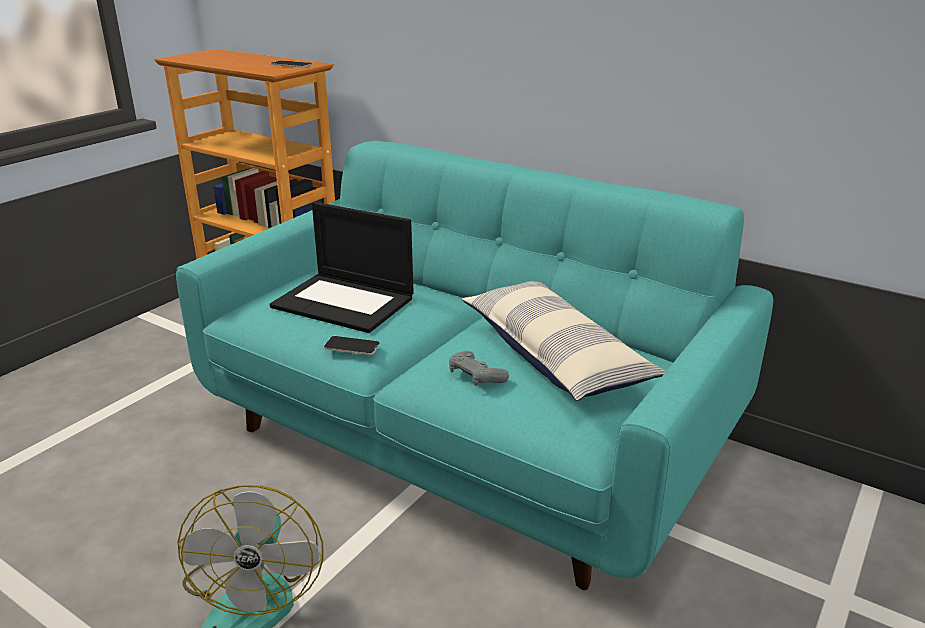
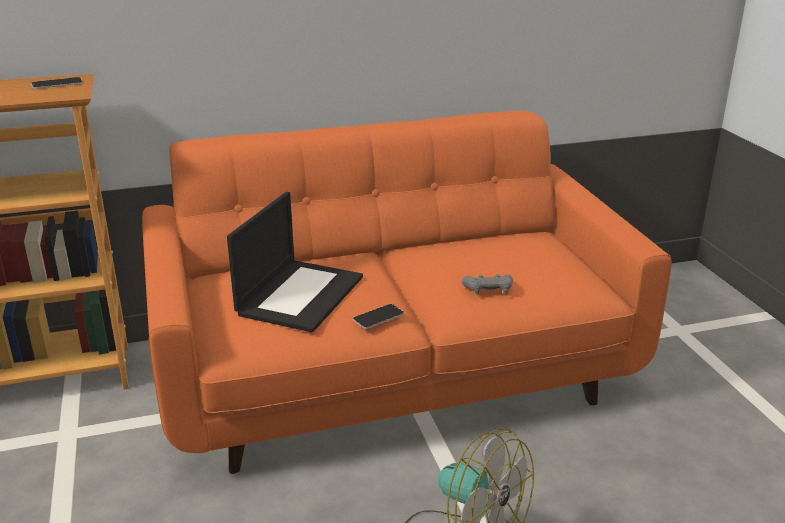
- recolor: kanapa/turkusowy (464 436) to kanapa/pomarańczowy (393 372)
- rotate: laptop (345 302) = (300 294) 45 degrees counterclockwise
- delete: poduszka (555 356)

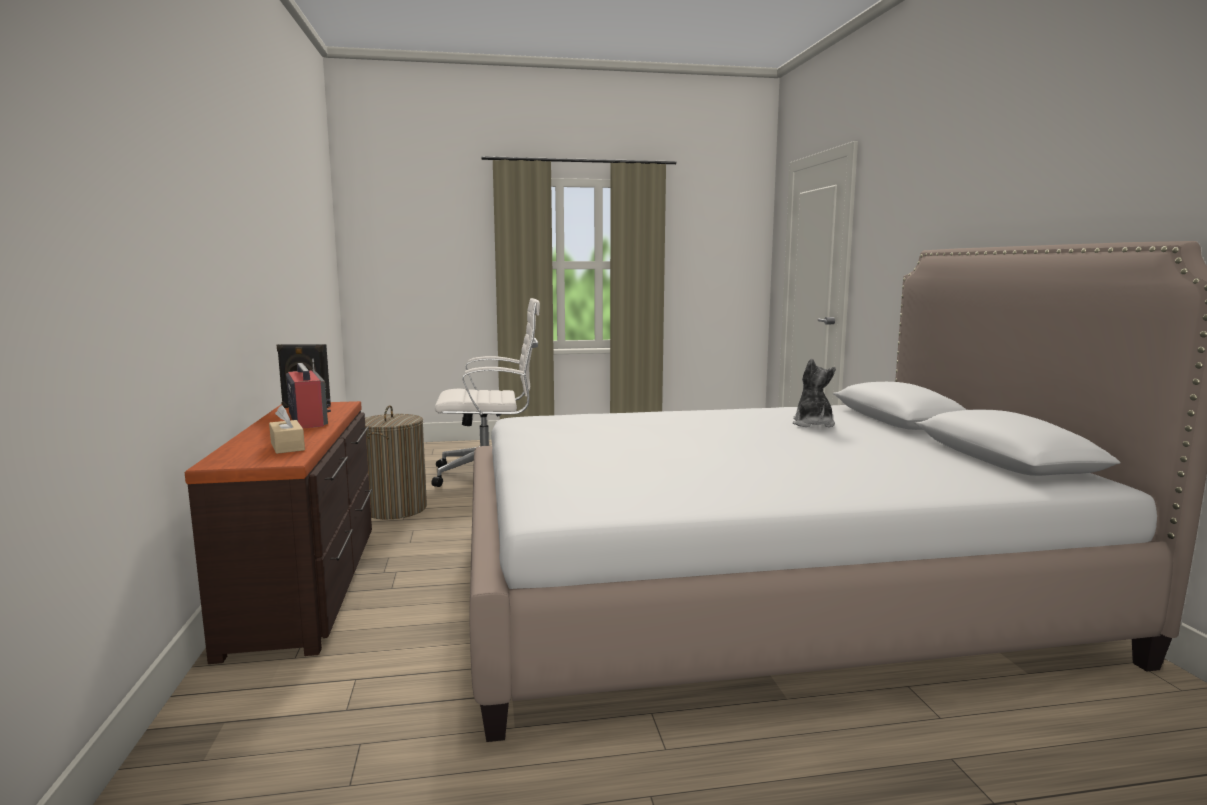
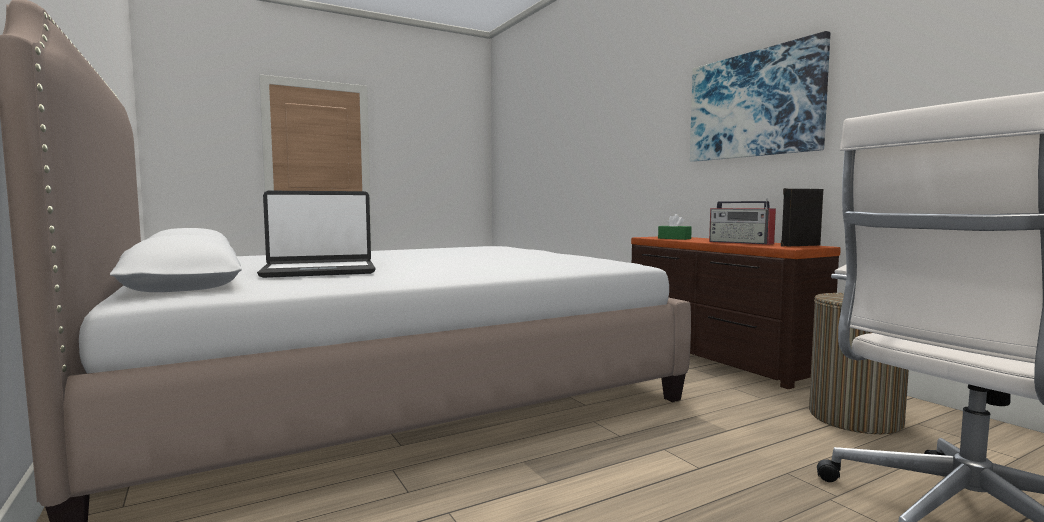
- replace: pluszak (812 424) to laptop (319 271)
- recolor: pudełko chusteczek/beżowy (287 446) to pudełko chusteczek/zielony (674 238)
- insert: obraz (753 105)

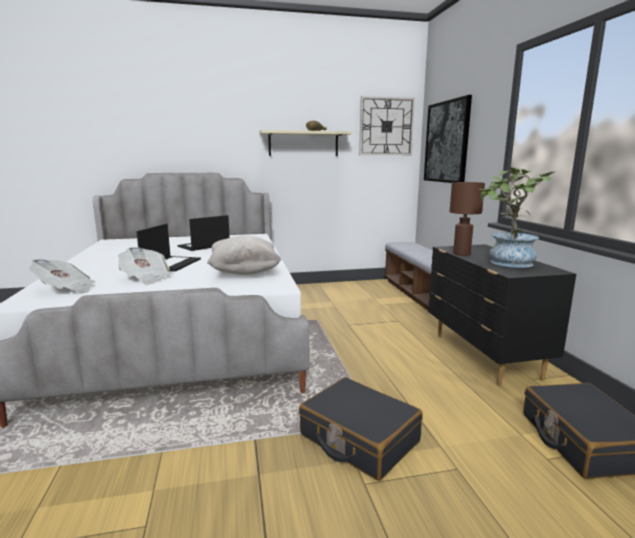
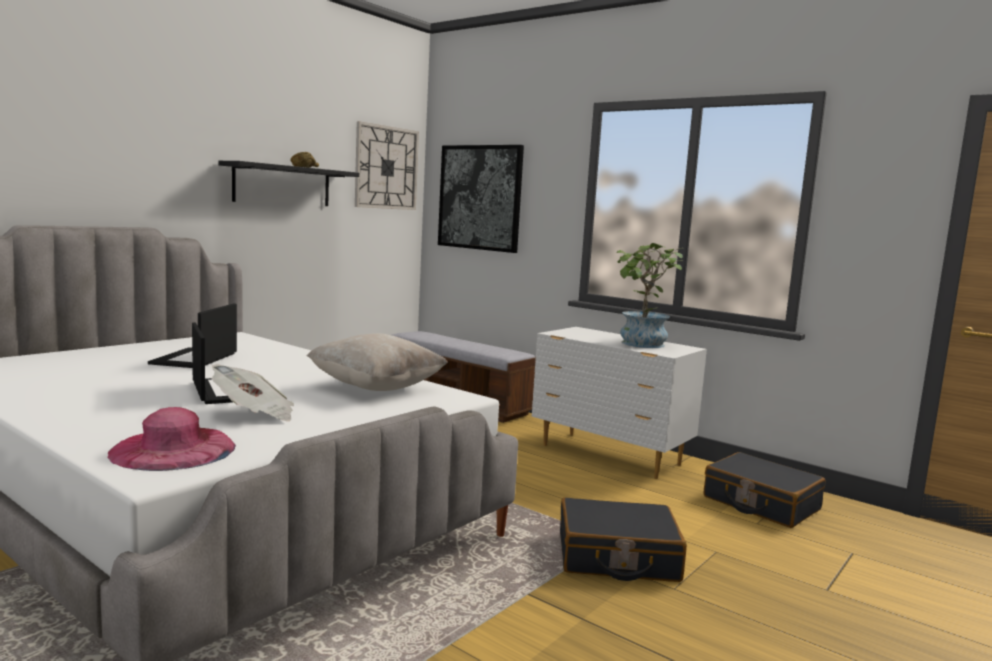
- replace: gazeta (66 290) to kapelusz/różowy (173 449)
- recolor: półka/beżowy (303 144) to półka/czarny (282 185)
- recolor: komoda/czarny (484 356) to komoda/biały (610 455)
- delete: lampa stołowa/brązowy (461 254)

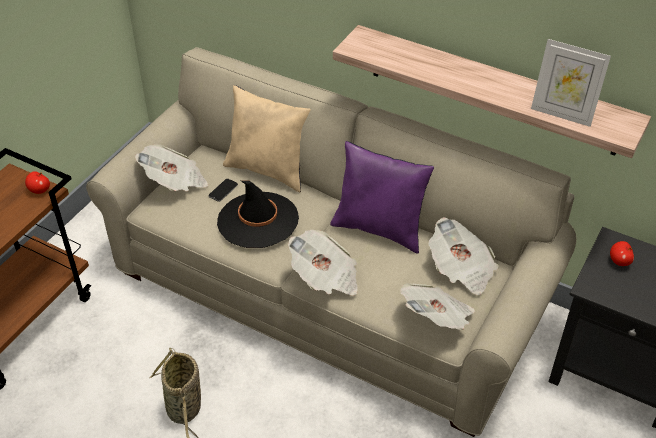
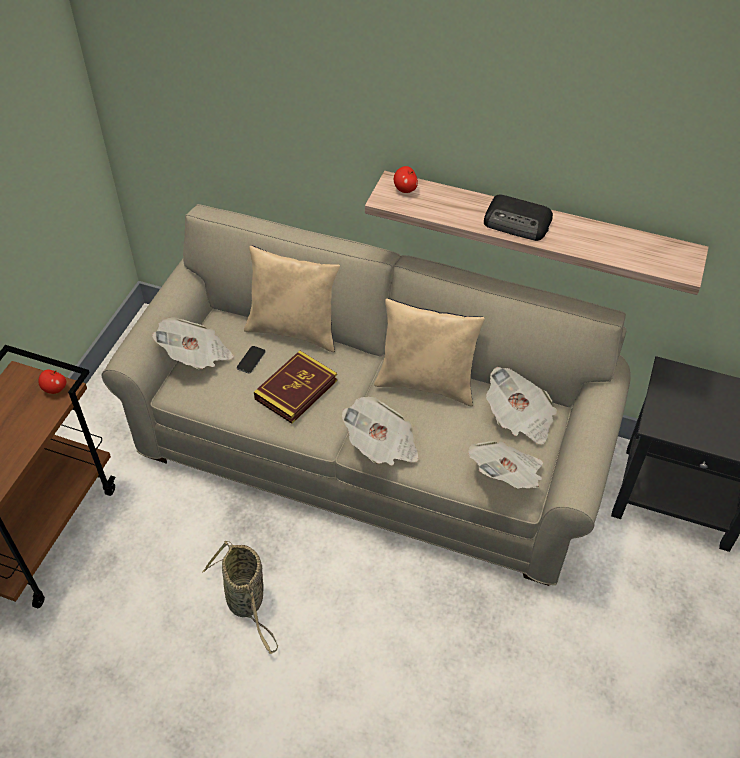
- replace: kapelusz/czarny (258 220) to książka (296 390)
- recolor: poduszka/fioletowy (380 229) to poduszka/beżowy (426 383)
- move: jabłko (619 261) to (405 189)
- insert: radio (518 223)
- delete: ramka na zdjęcie (562 114)

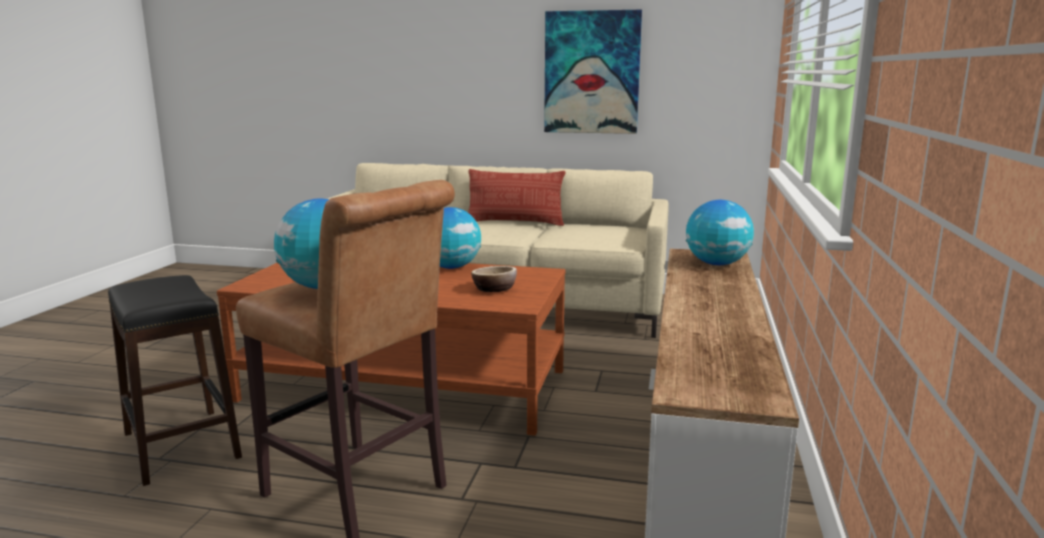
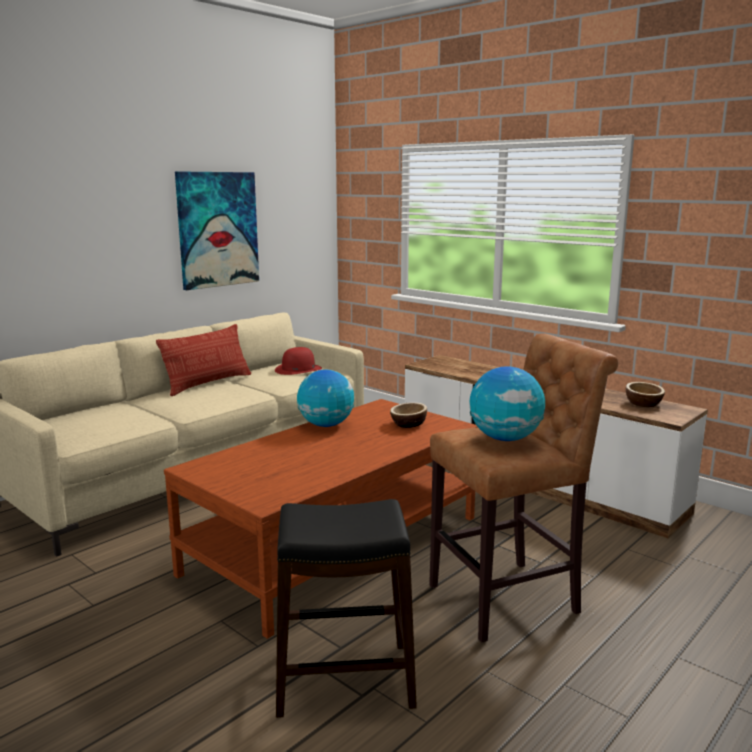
- insert: kapelusz/czerwony (298 369)
- insert: miska (643 404)
- delete: globus (716 264)

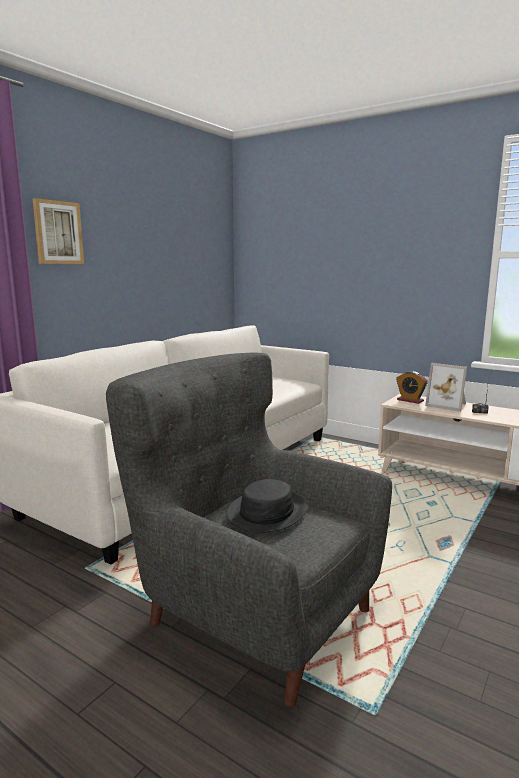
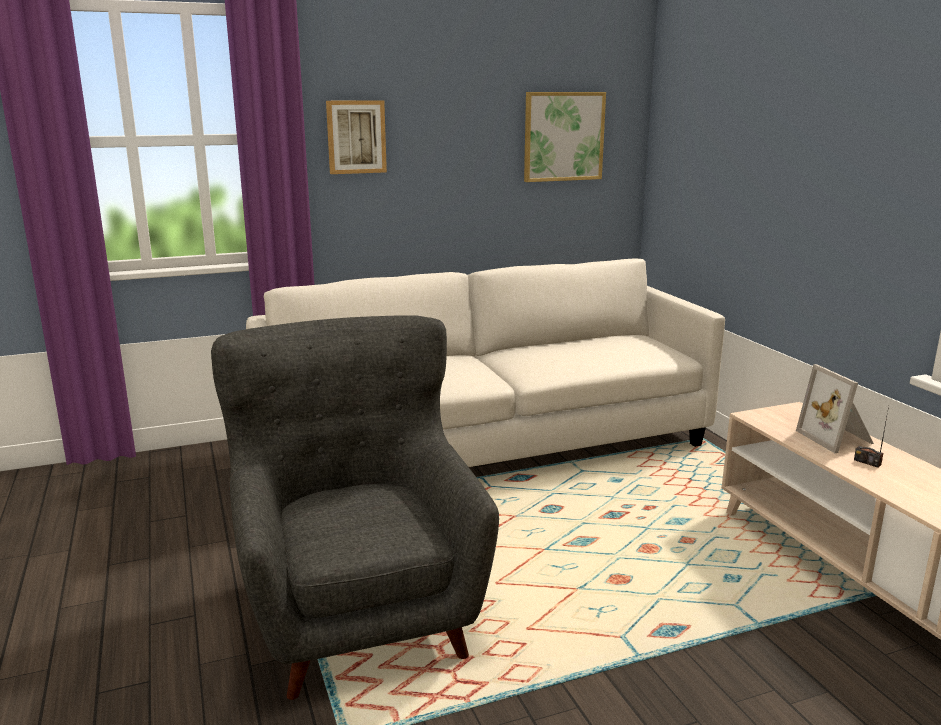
- insert: obraz (563 136)
- delete: kapelusz/czarny (267 512)
- delete: budzik (410 400)

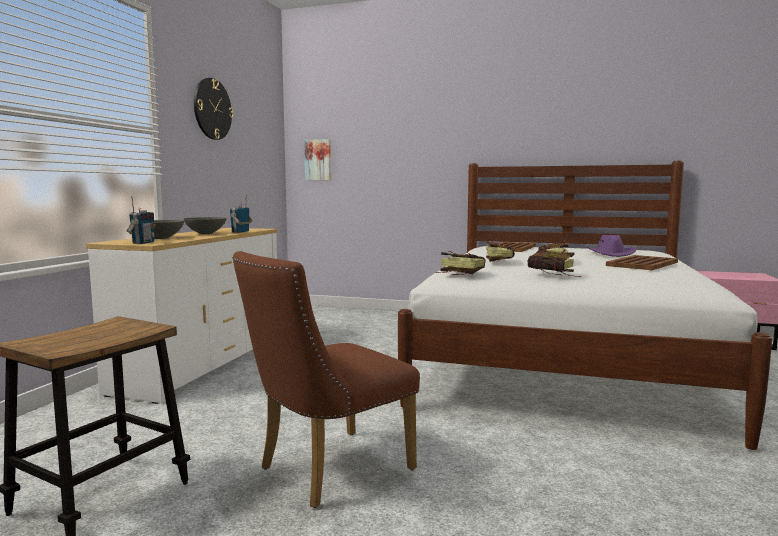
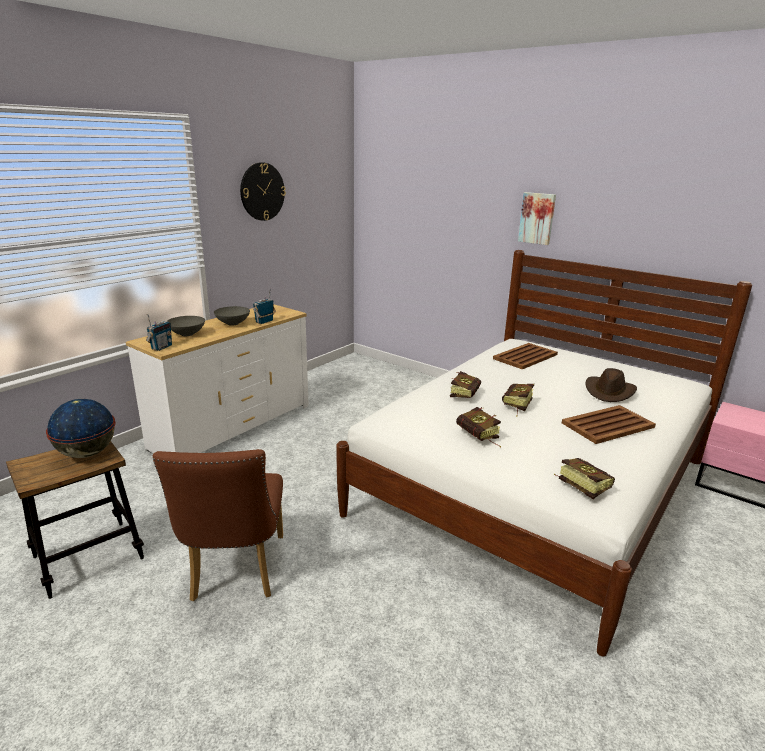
- insert: globus (87 453)
- rotate: krzesło/brązowy (326 471) = (235 573) 75 degrees counterclockwise
- move: obraz (318 160) to (537 218)
- move: książka (458 274) to (579 485)
- recolor: kapelusz/fioletowy (611 254) to kapelusz/brązowy (609 391)

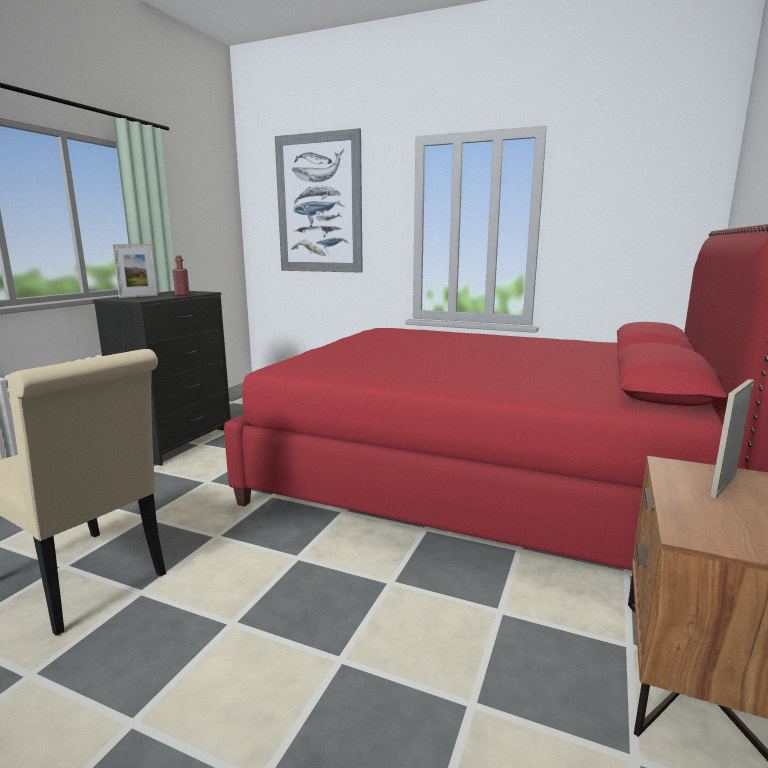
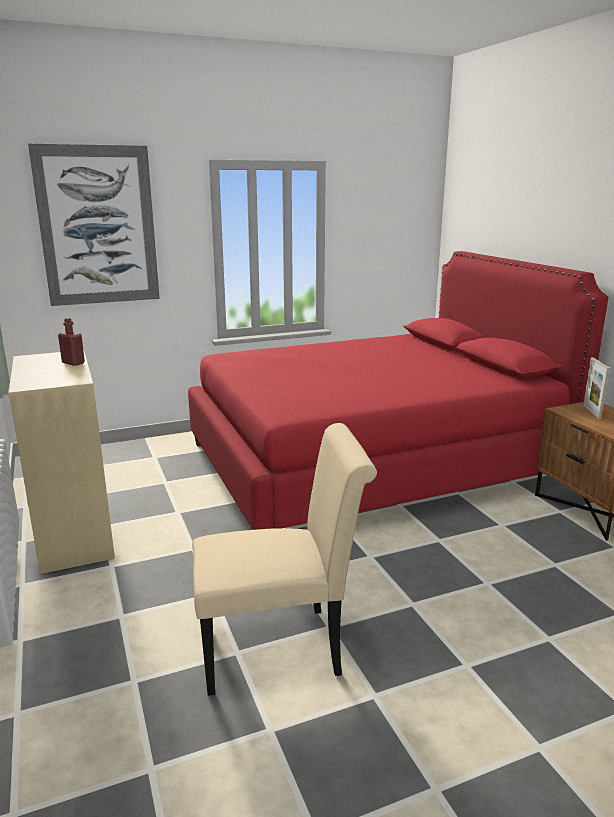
- recolor: komoda/czarny (178 443) to komoda/beżowy (76 534)
- delete: ramka na zdjęcie (138 296)

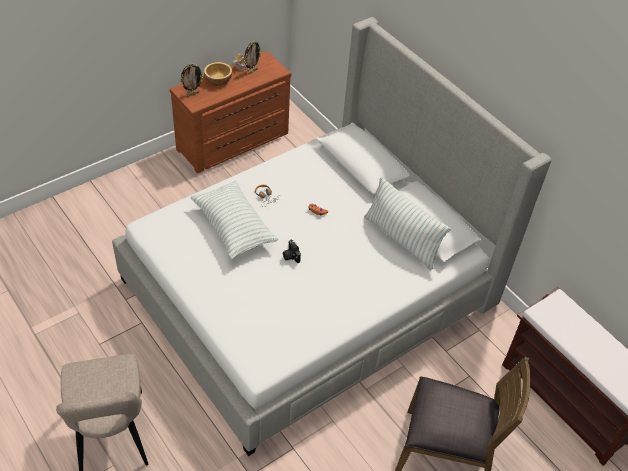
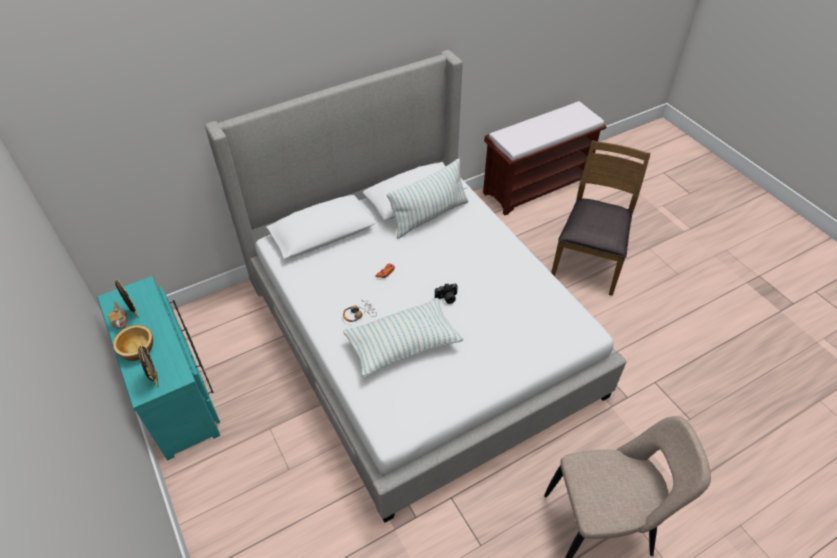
- recolor: komoda/brązowy (234 143) to komoda/turkusowy (177 392)

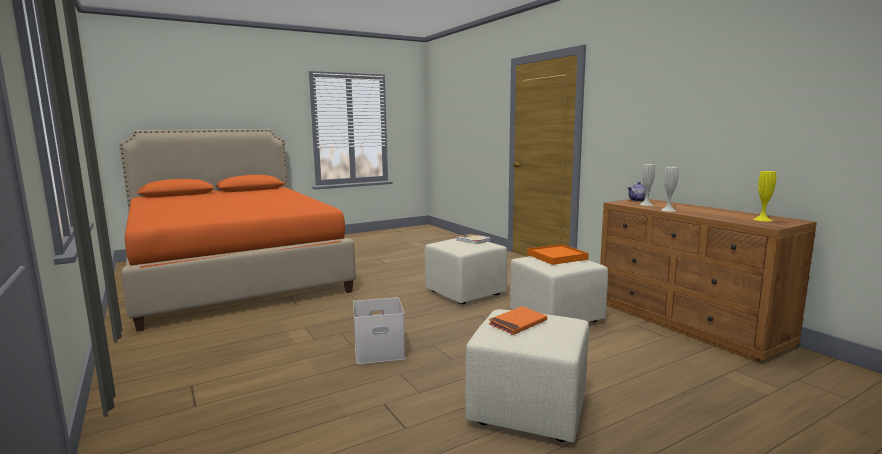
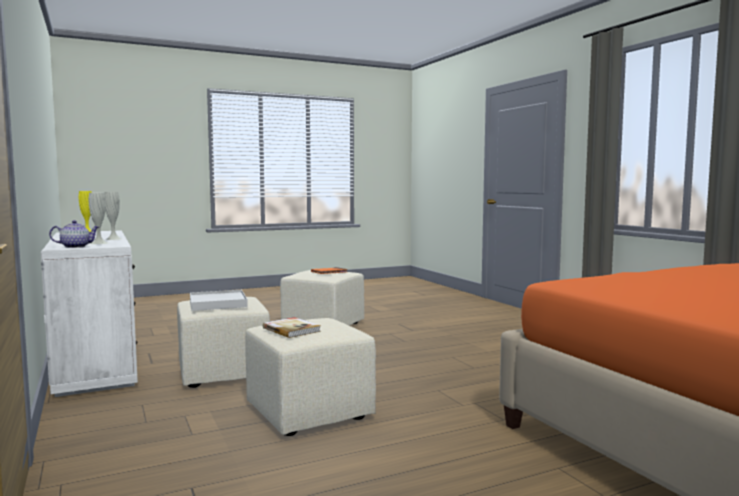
- recolor: komoda/brązowy (687 323) to komoda/biały (95 362)
- recolor: taca/pomarańczowy (556 257) to taca/biały (218 303)
- delete: pojemnik do przechowywania/biały (380 350)

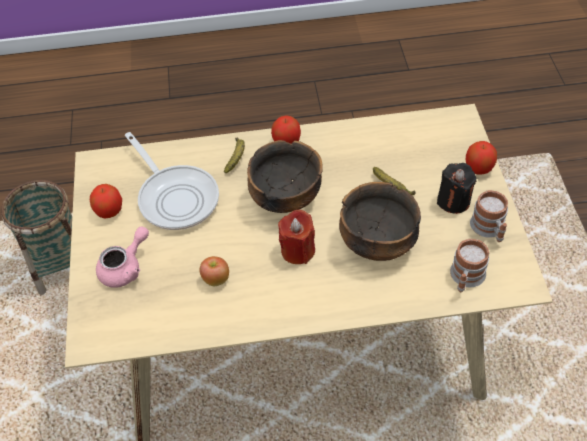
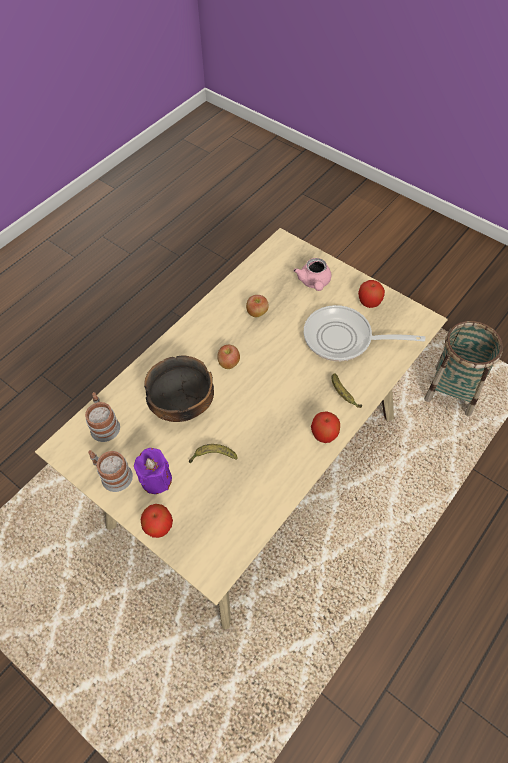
- recolor: świeca/czarny (453 201) to świeca/fioletowy (156 479)
- replace: świeca/czerwony (298 250) to jabłko (228 363)
- delete: miska (285 198)

